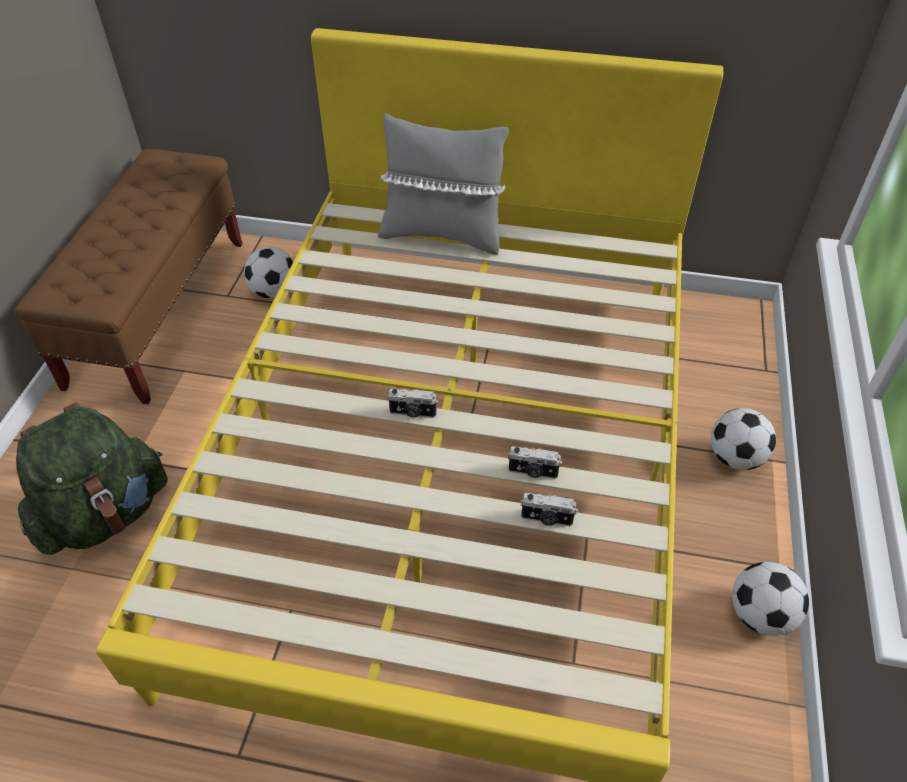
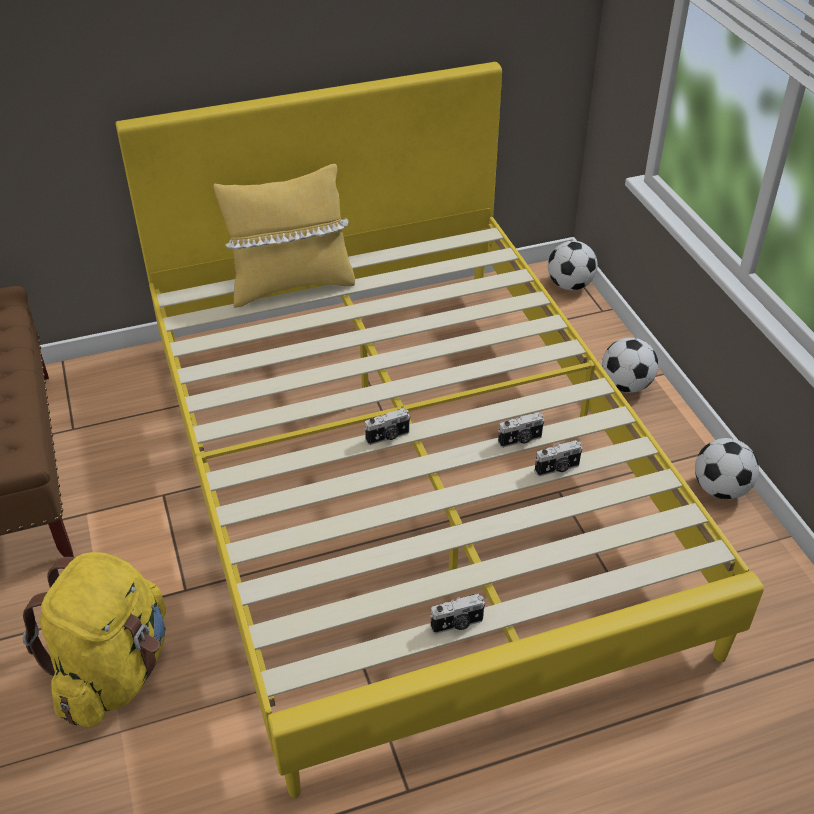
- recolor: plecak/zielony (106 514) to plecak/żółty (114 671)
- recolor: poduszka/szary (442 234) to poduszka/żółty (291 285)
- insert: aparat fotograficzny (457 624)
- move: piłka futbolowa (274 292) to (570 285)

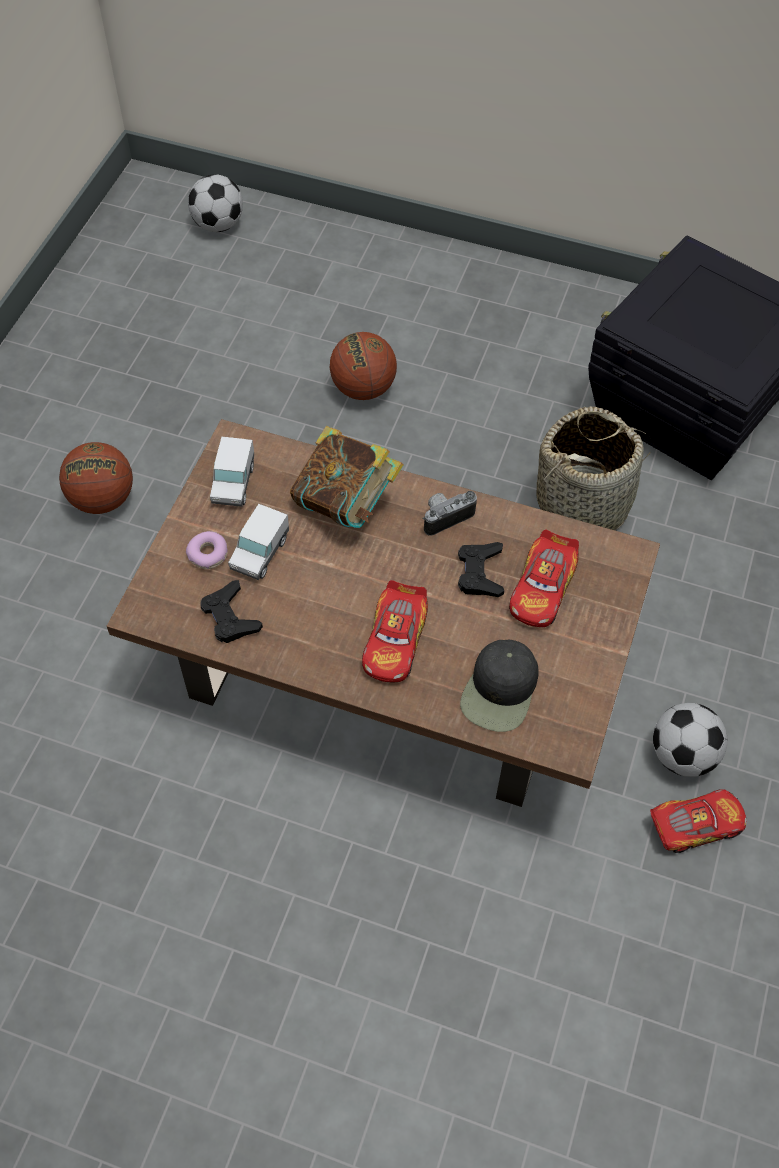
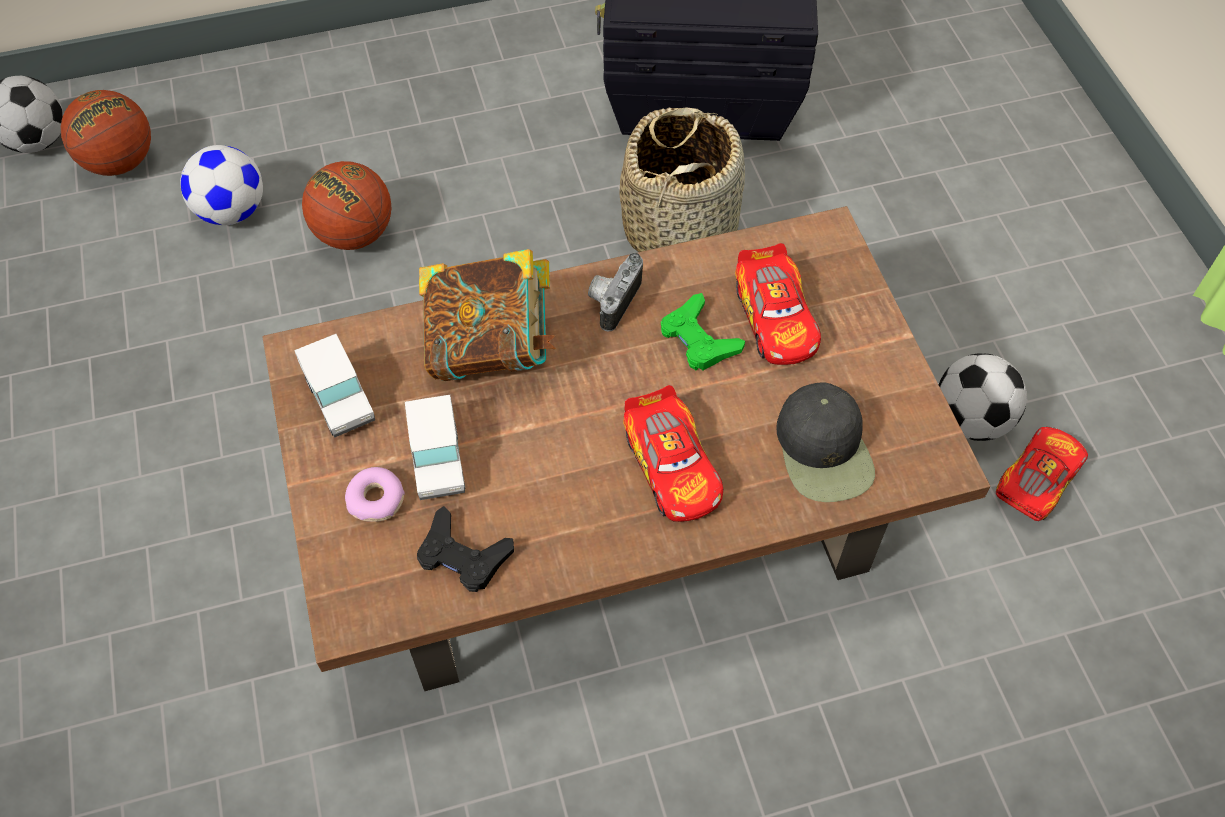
- move: piłka do koszykówki (102 499) to (120 162)
- insert: piłka futbolowa (232 211)
- recolor: pad do gier/czarny (480 573) to pad do gier/zielony (698 339)

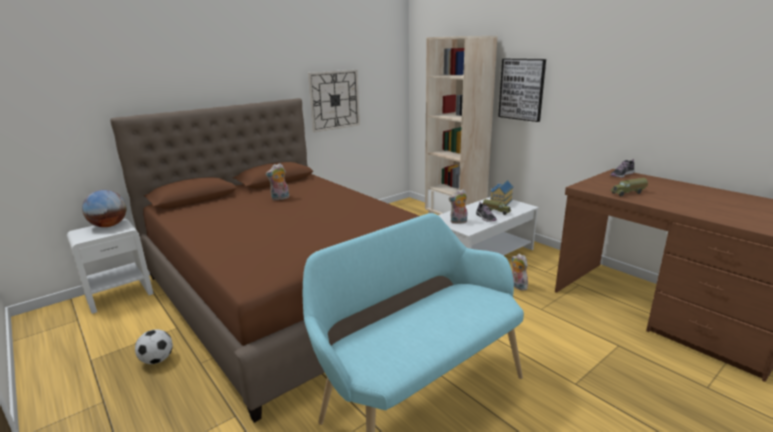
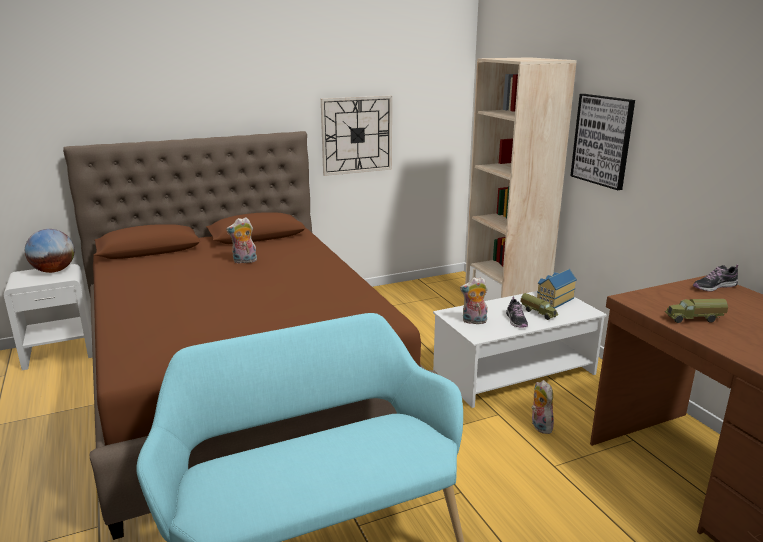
- delete: piłka futbolowa (157 360)

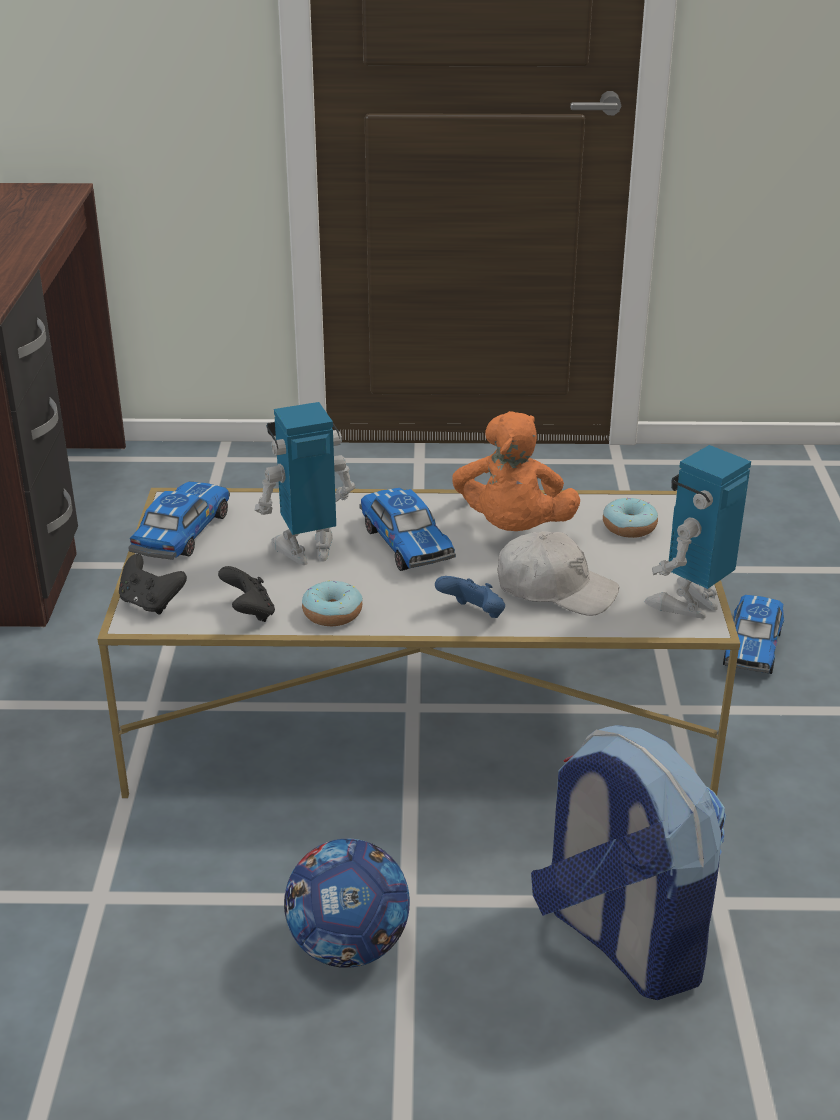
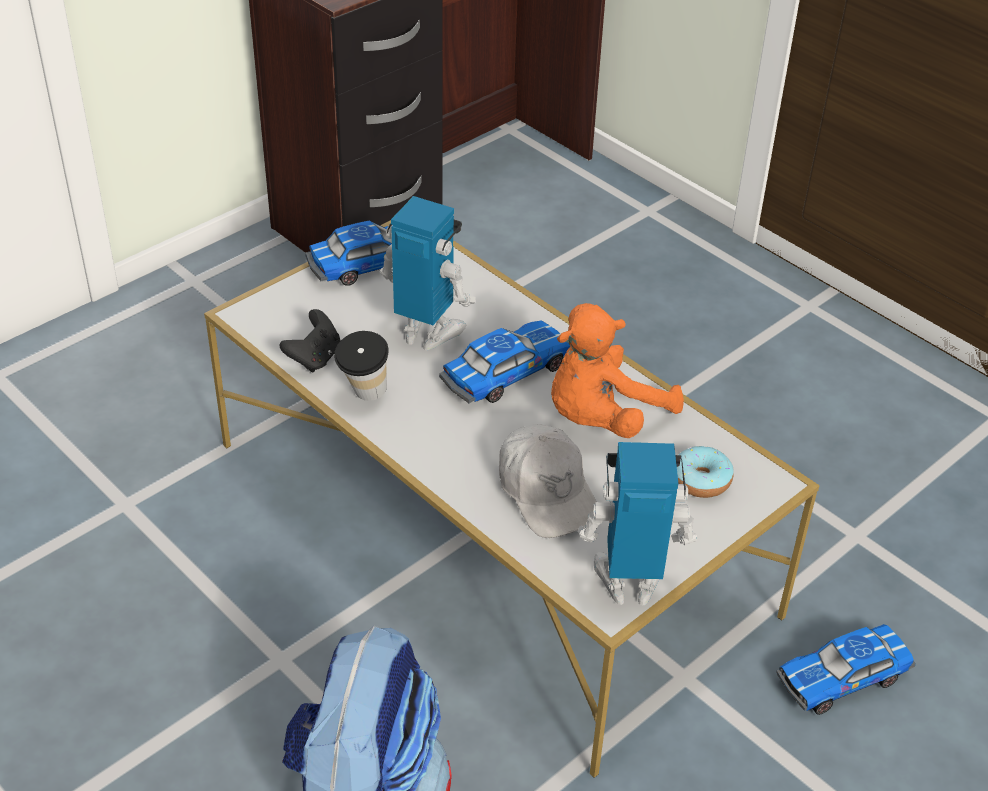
- replace: donut (332 613) to filiżanka (364 397)
- rotate: samochodzik (406 543) = (505 373) 150 degrees counterclockwise
- delete: pad do gier/czarny (151 603)
- delete: piłka futbolowa (348 946)
- delete: pad do gier/niebieski (473 615)

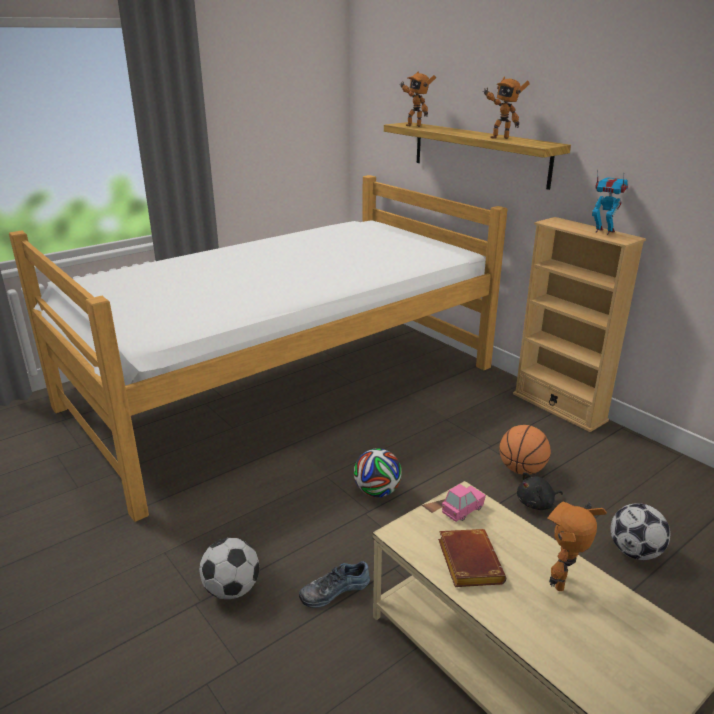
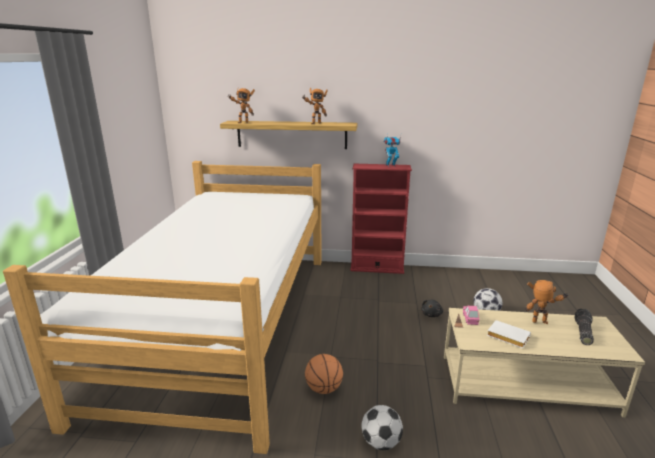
- move: piłka do koszykówki (521 470) to (324 388)
- recolor: regał/beżowy (559 407) to regał/czerwony (377 268)
- recolor: książka/brązowy (467 561) to książka/biały (506 337)
- rotate: robot zabawkowy (565 583) = (540 324) 120 degrees clockwise
- insert: latarka (582 332)
- delete: but (334 589)
- delete: piłka futbolowa (377 492)

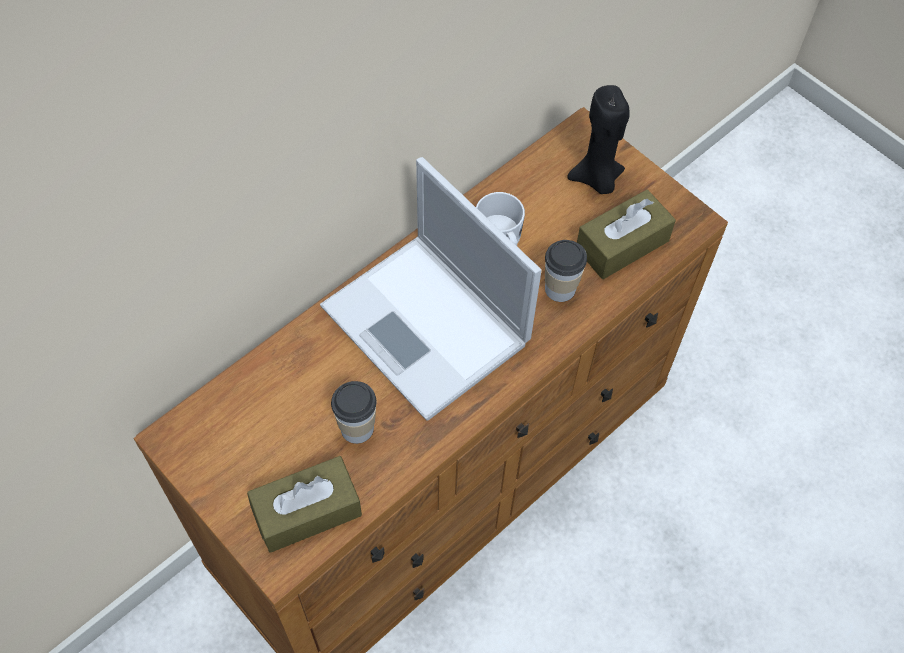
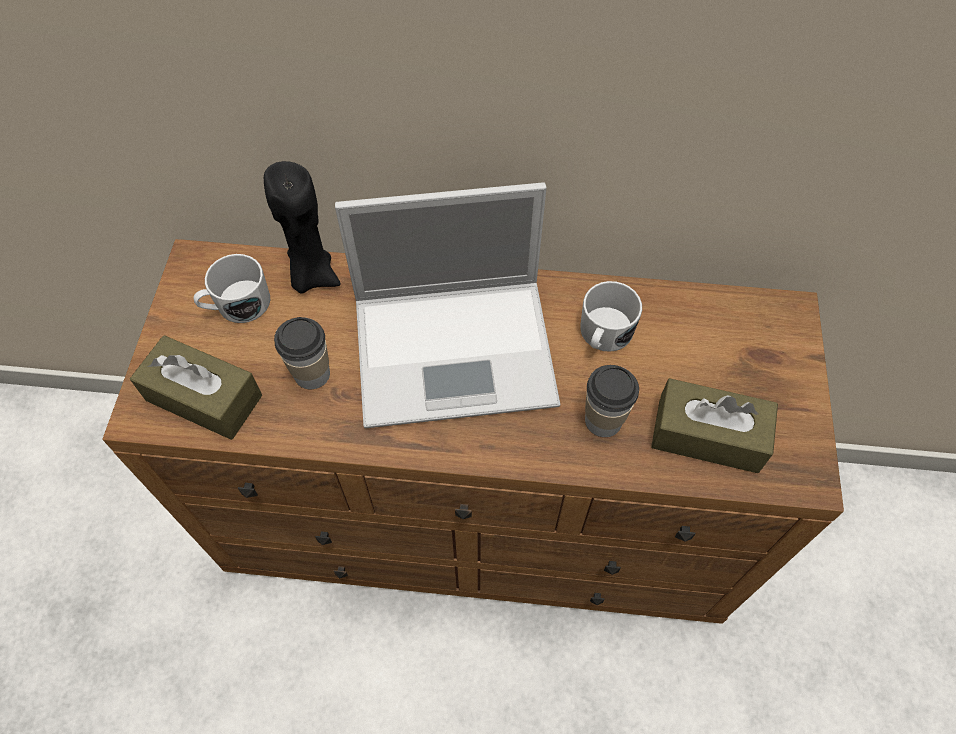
- insert: kubek/biały (237 305)
- move: świeca/czarny (596 179) to (312 275)
- rotate: laptop (428 327) = (458 350) 105 degrees counterclockwise

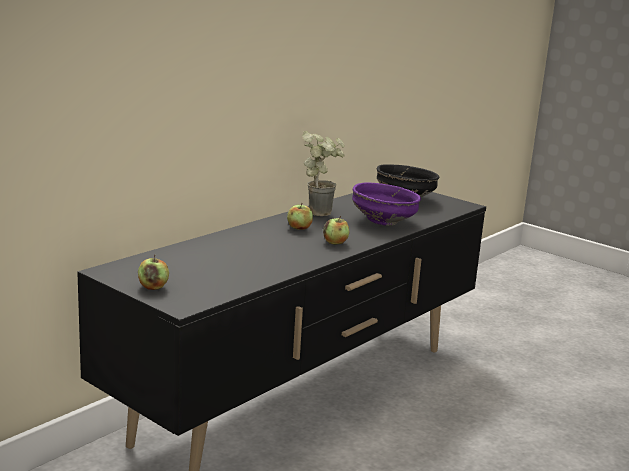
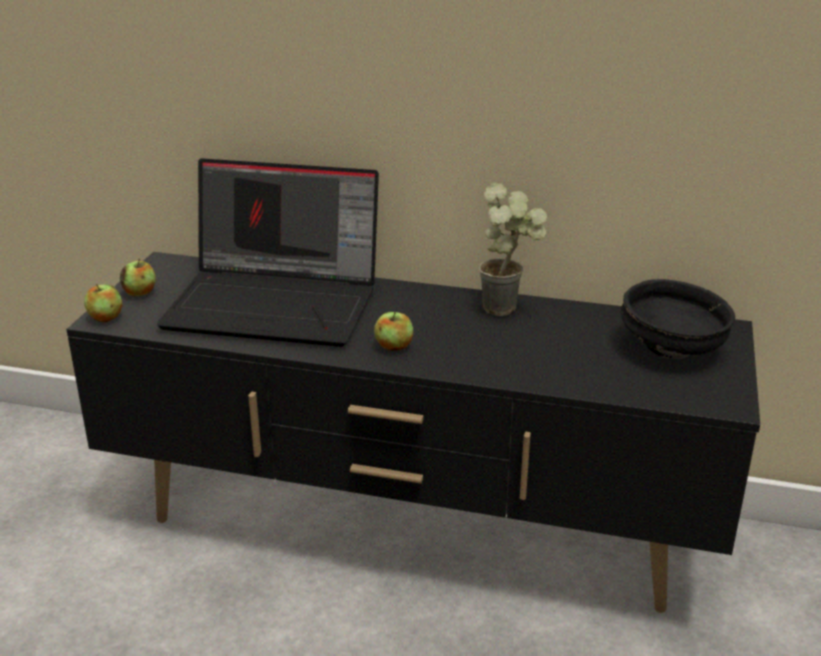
- move: jabłko (299 228) to (105 318)
- insert: laptop (277 303)
- delete: miska/fioletowy (385 222)

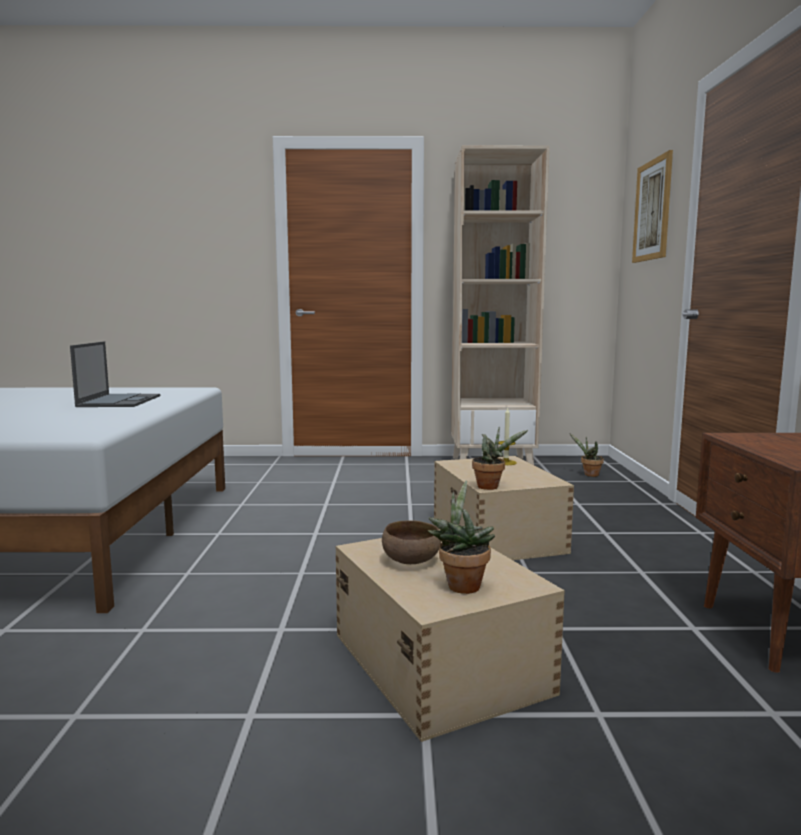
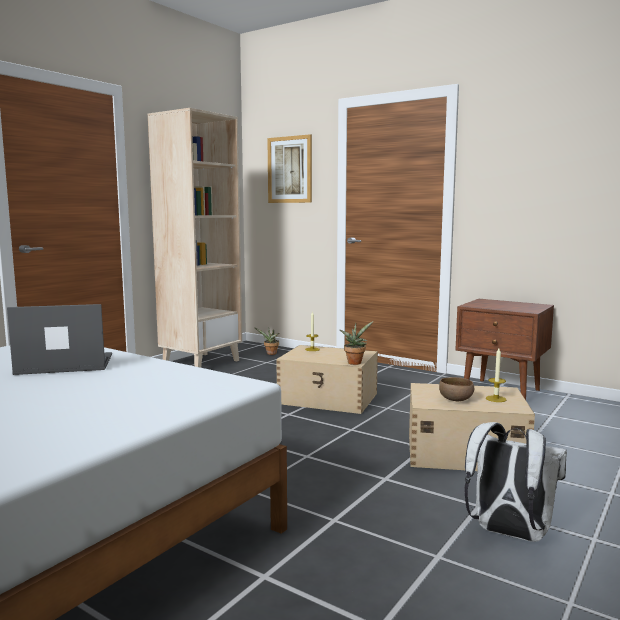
- rotate: laptop (120 401) = (64 364) 45 degrees counterclockwise
- insert: plecak/biały (508 533)
- replace: roślina doniczkowa (461 584) to świeca (496 399)

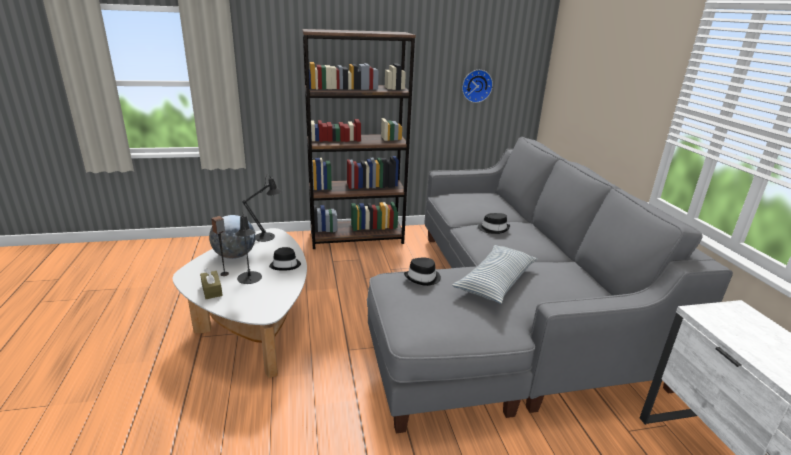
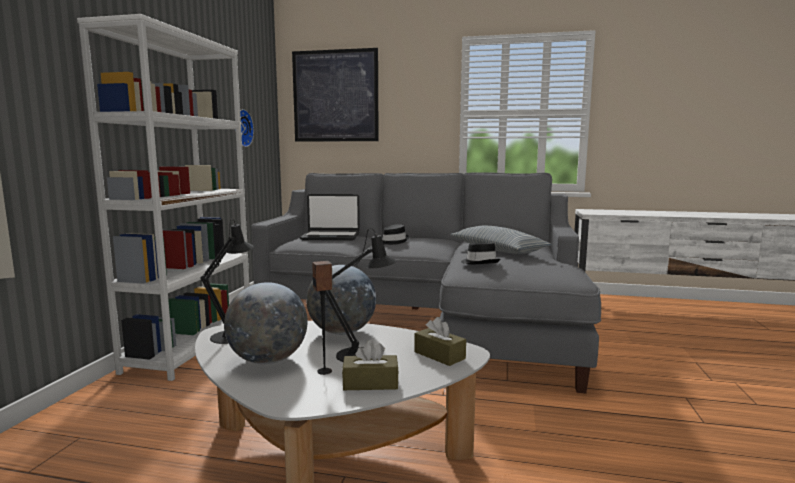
- recolor: regał/brązowy (357 238) to regał/biały (192 347)
- insert: obraz (335 96)
- insert: laptop (331 236)
- replace: kapelusz/czarny (285 265) to globus (342 332)
- insert: pudełko chusteczek/brązowy (439 355)

